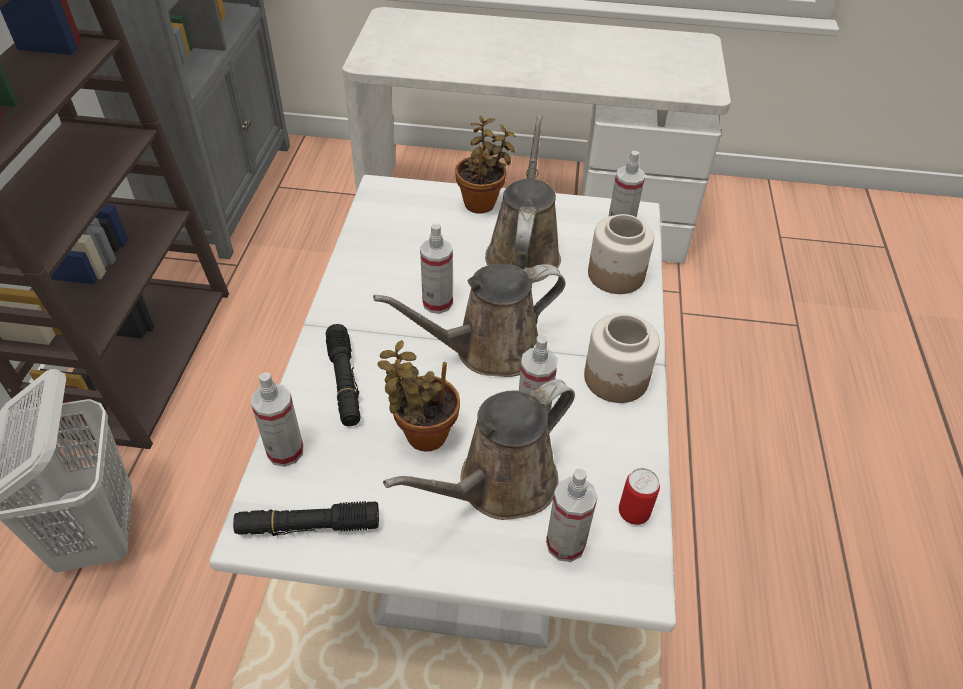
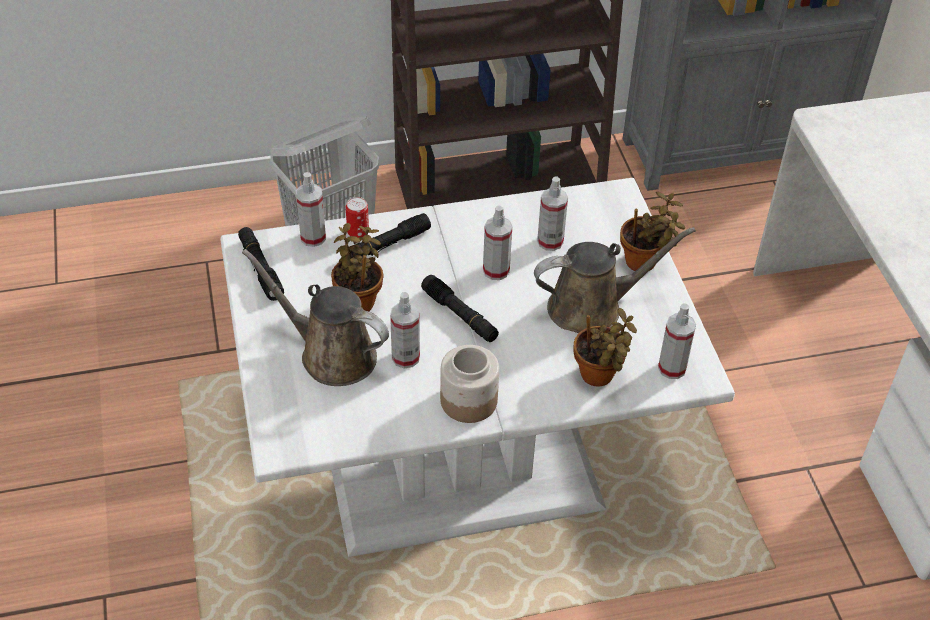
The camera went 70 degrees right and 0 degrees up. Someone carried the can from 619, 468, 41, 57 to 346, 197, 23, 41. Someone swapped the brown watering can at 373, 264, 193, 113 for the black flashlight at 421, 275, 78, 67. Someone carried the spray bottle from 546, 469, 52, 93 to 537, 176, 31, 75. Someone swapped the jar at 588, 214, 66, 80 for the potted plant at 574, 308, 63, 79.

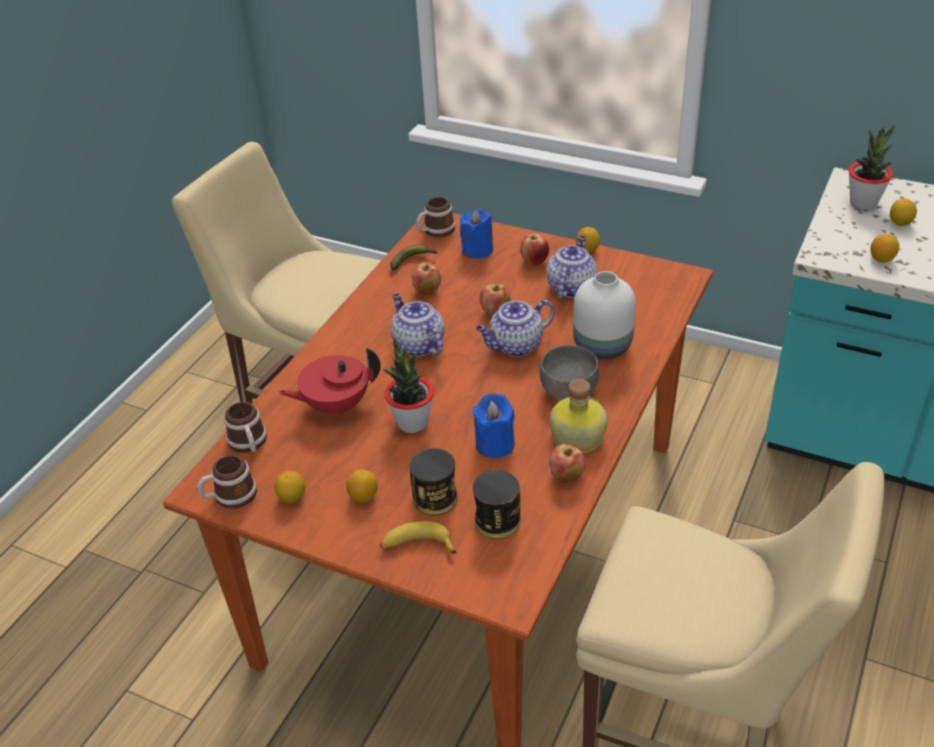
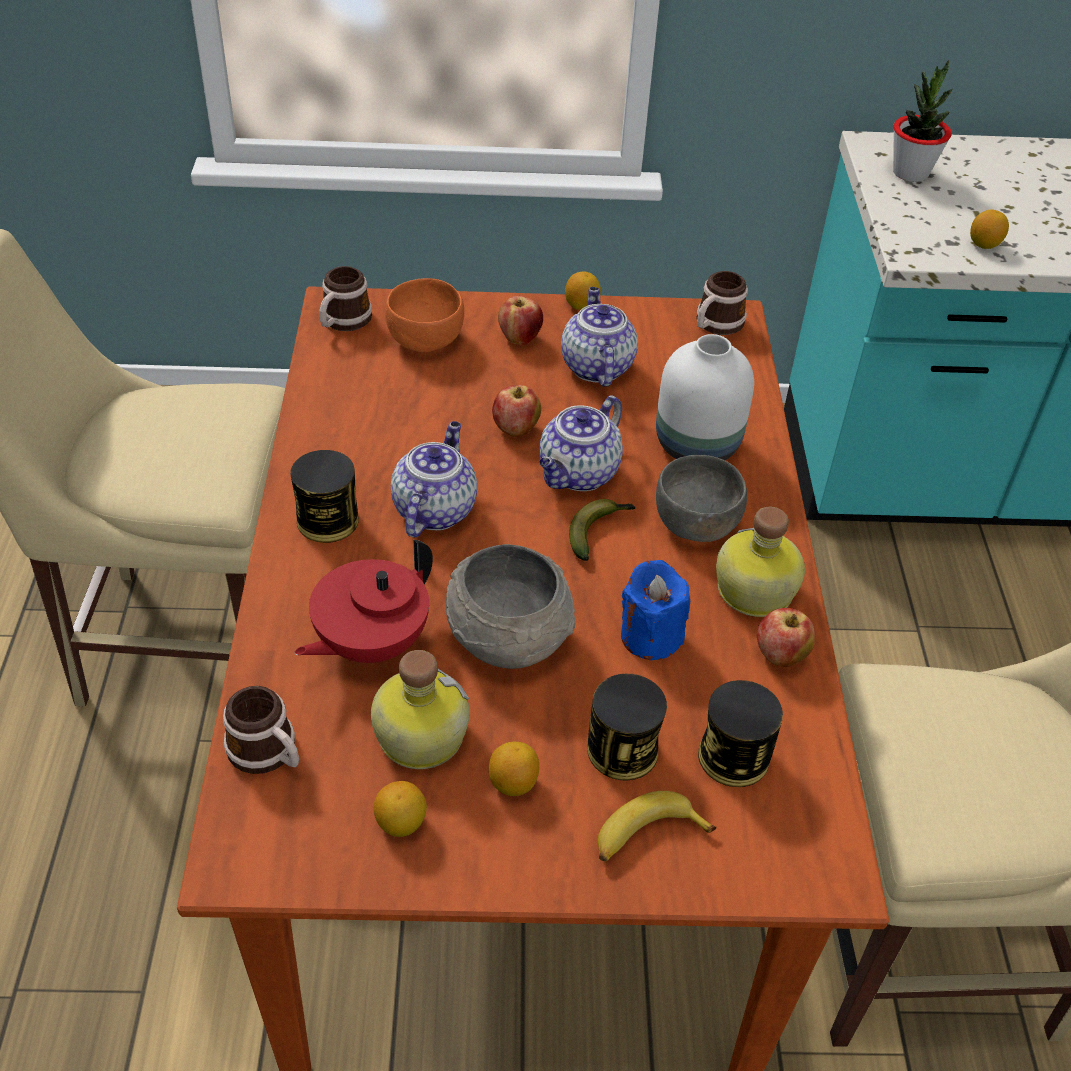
The camera went 30 degrees left and 5 degrees up. Someone put down the can at 290, 450, 69, 93. Someone put down the bottle at 371, 650, 98, 119. Someone swapped the blue candle at 460, 209, 33, 50 for the orange bowl at 385, 278, 79, 74. Someone rotated the teapot at 391, 294, 54, 63 by 75 degrees clockwise. Someone swapped the potted plant at 383, 338, 51, 95 for the grey bowl at 446, 544, 129, 125. Someone carried the banana from 390, 245, 48, 25 to 569, 499, 66, 62. Someone carried the mug from 197, 455, 60, 54 to 696, 271, 52, 64. Someone took away the apple at 412, 263, 29, 32. Someone took away the lemon at 890, 199, 27, 27.

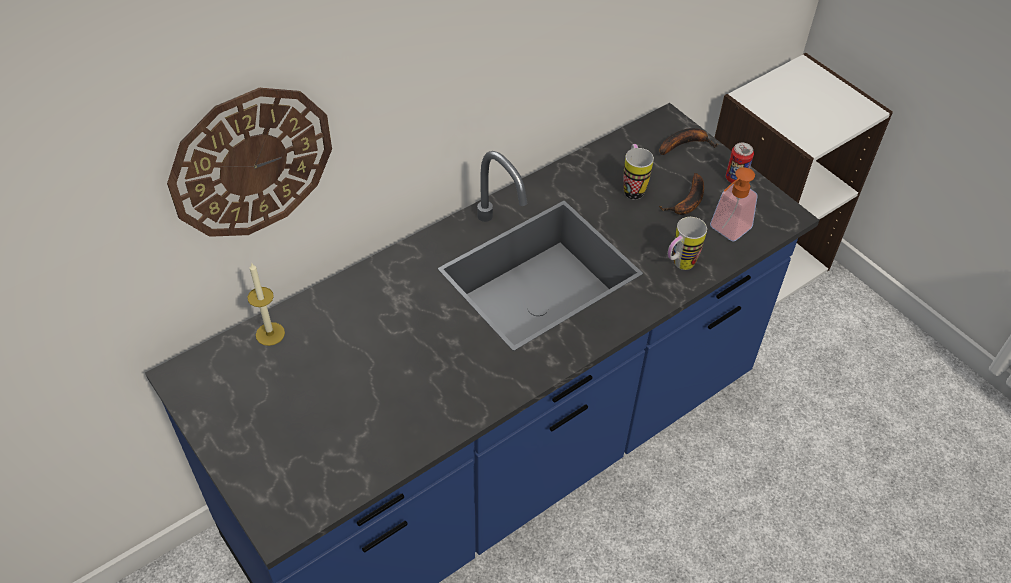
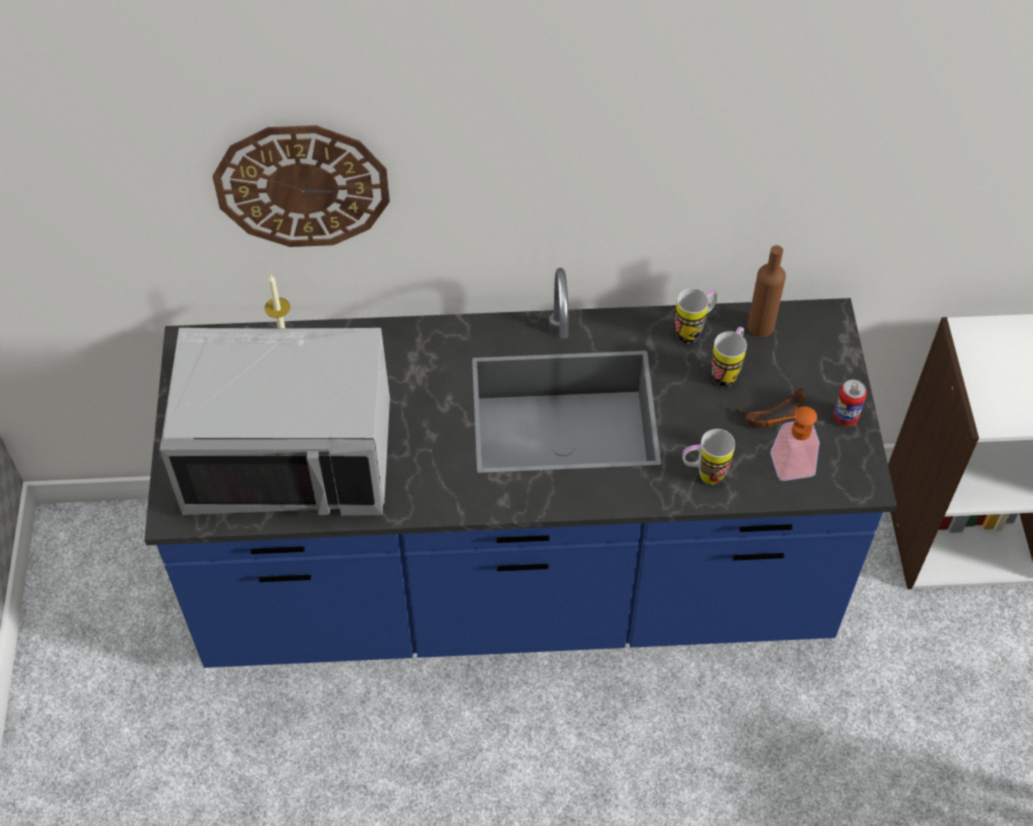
The camera went 35 degrees right and 5 degrees up. Someone put down the grey microwave at 160, 328, 230, 188. Someone put down the mug at 675, 288, 43, 56. Someone put down the brown bottle at 748, 245, 38, 92. Someone took away the banana at 659, 128, 59, 27.

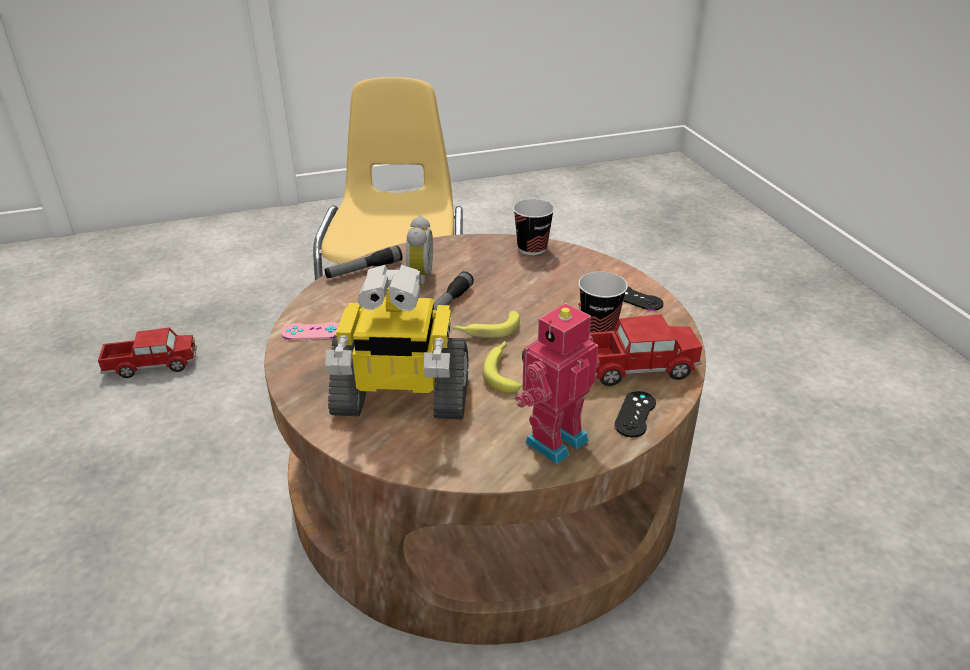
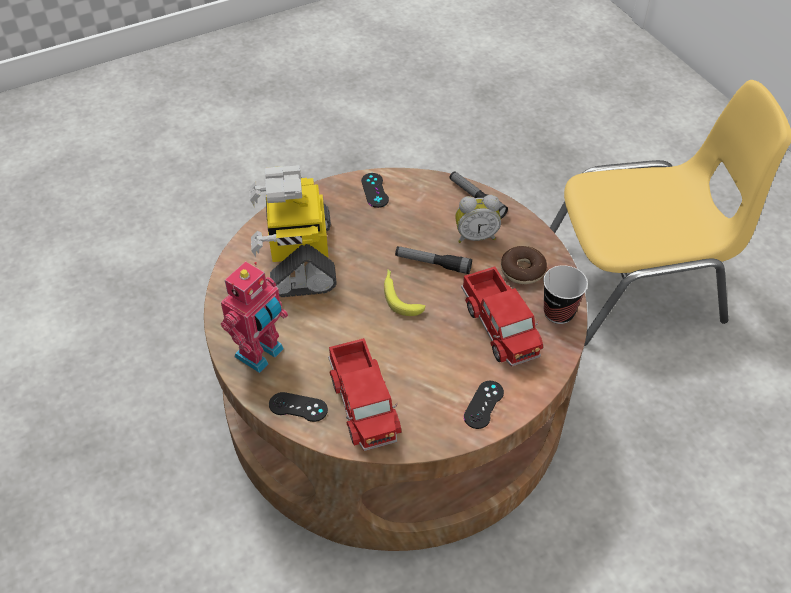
The camera went 80 degrees right and 15 degrees up. Someone rotated the toy robot at 515, 302, 85, 162 by 90 degrees clockwise. Someone repainted the pink game controller at 281, 322, 58, 18, which became the black game controller at 361, 173, 28, 35. Someone carried the toy truck from 98, 327, 99, 51 to 461, 266, 82, 101. Someone put down the donut at 501, 246, 46, 38. Someone took away the banana at 483, 341, 39, 52. Someone took away the cup at 579, 272, 49, 61.

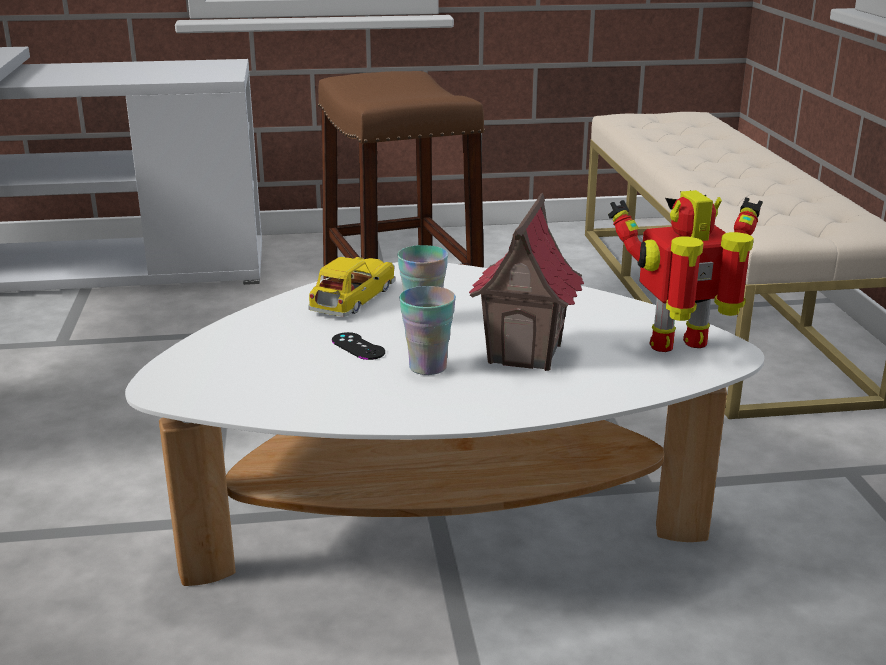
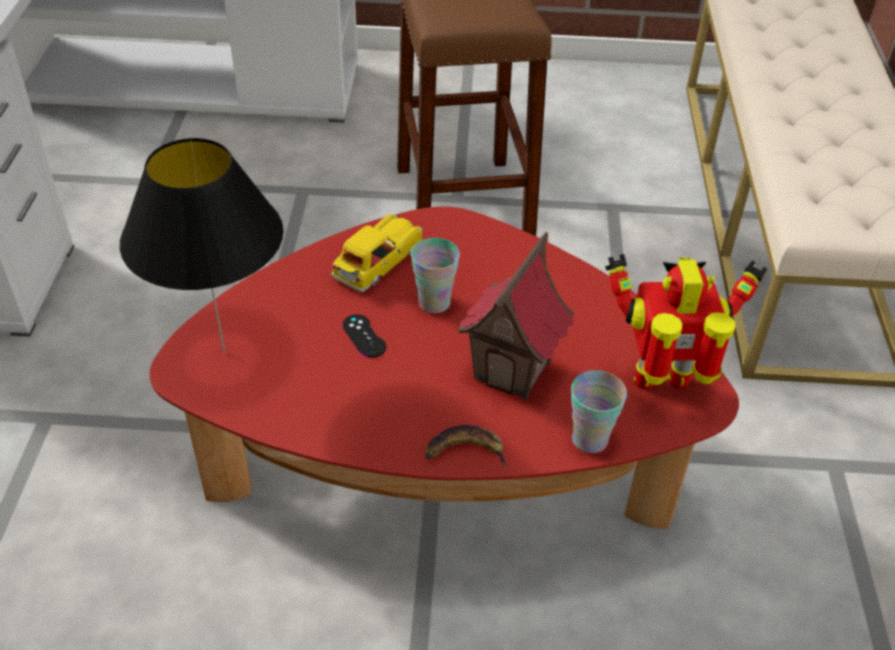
The camera went 10 degrees right and 20 degrees up. Someone put down the black table lamp at 120, 138, 164, 215. Someone repainted the white coffee table at 125, 262, 639, 324, which became the red coffee table at 149, 207, 590, 322. Someone put down the banana at 425, 425, 82, 42. Someone carried the cup from 399, 286, 57, 89 to 571, 370, 56, 83.

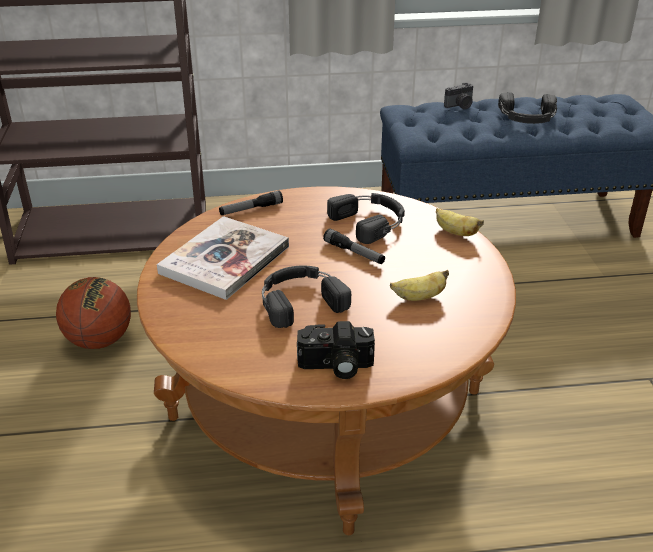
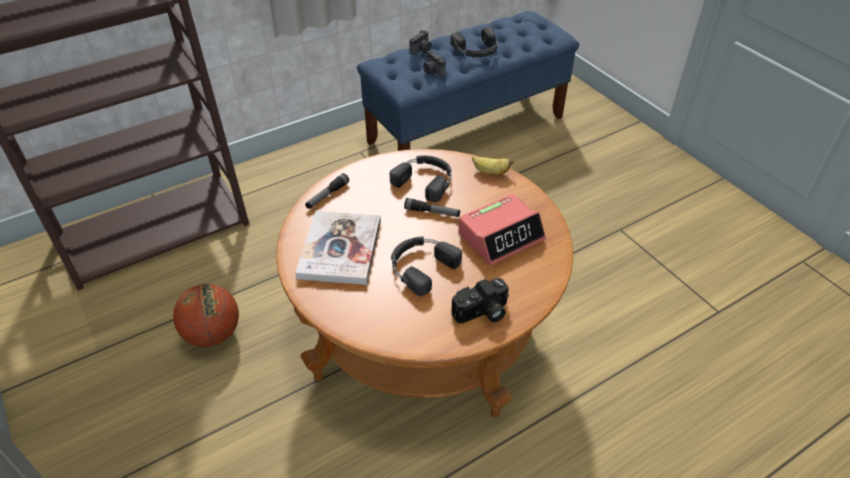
The camera went 25 degrees left and 10 degrees up. Someone put down the photo camera at 423, 50, 23, 27. Someone swapped the banana at 390, 270, 59, 31 for the alarm clock at 458, 194, 88, 72.

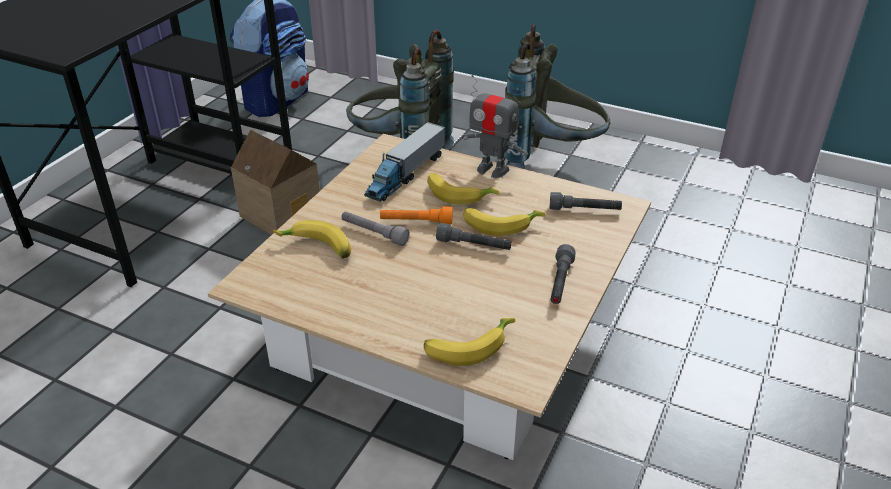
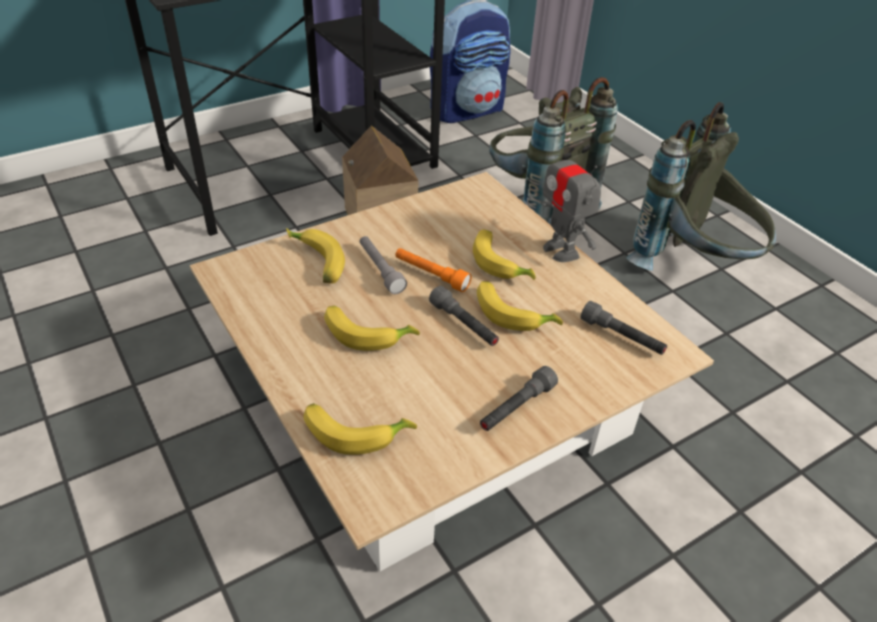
The camera went 30 degrees right and 5 degrees up. Someone put down the banana at 324, 306, 96, 45. Someone took away the toy truck at 364, 122, 81, 80.

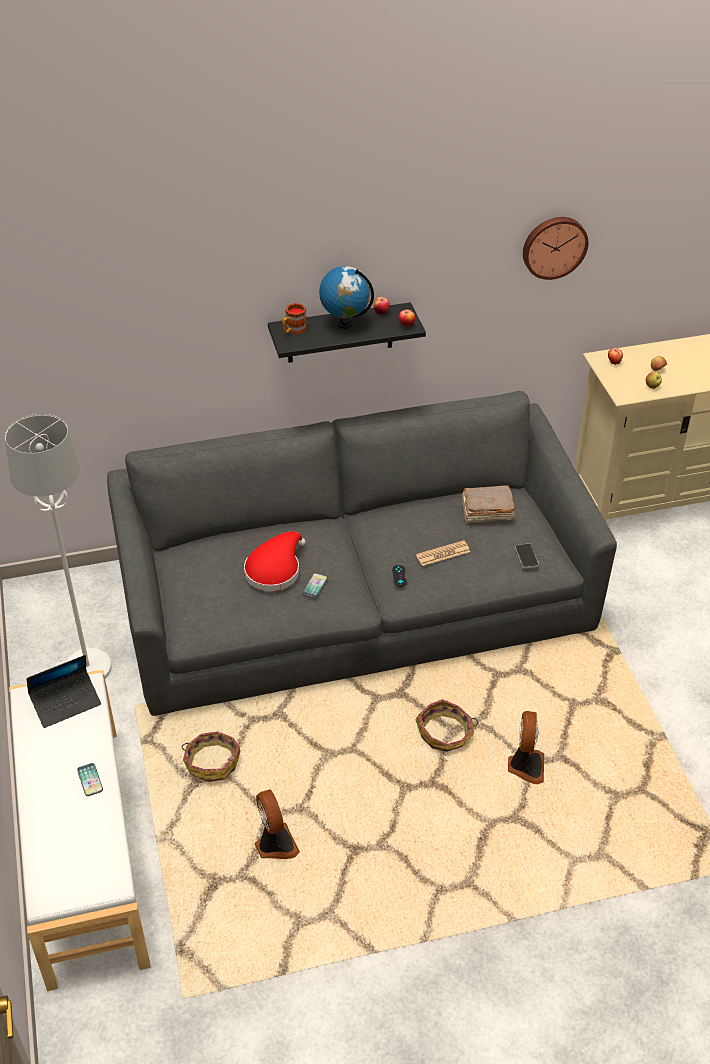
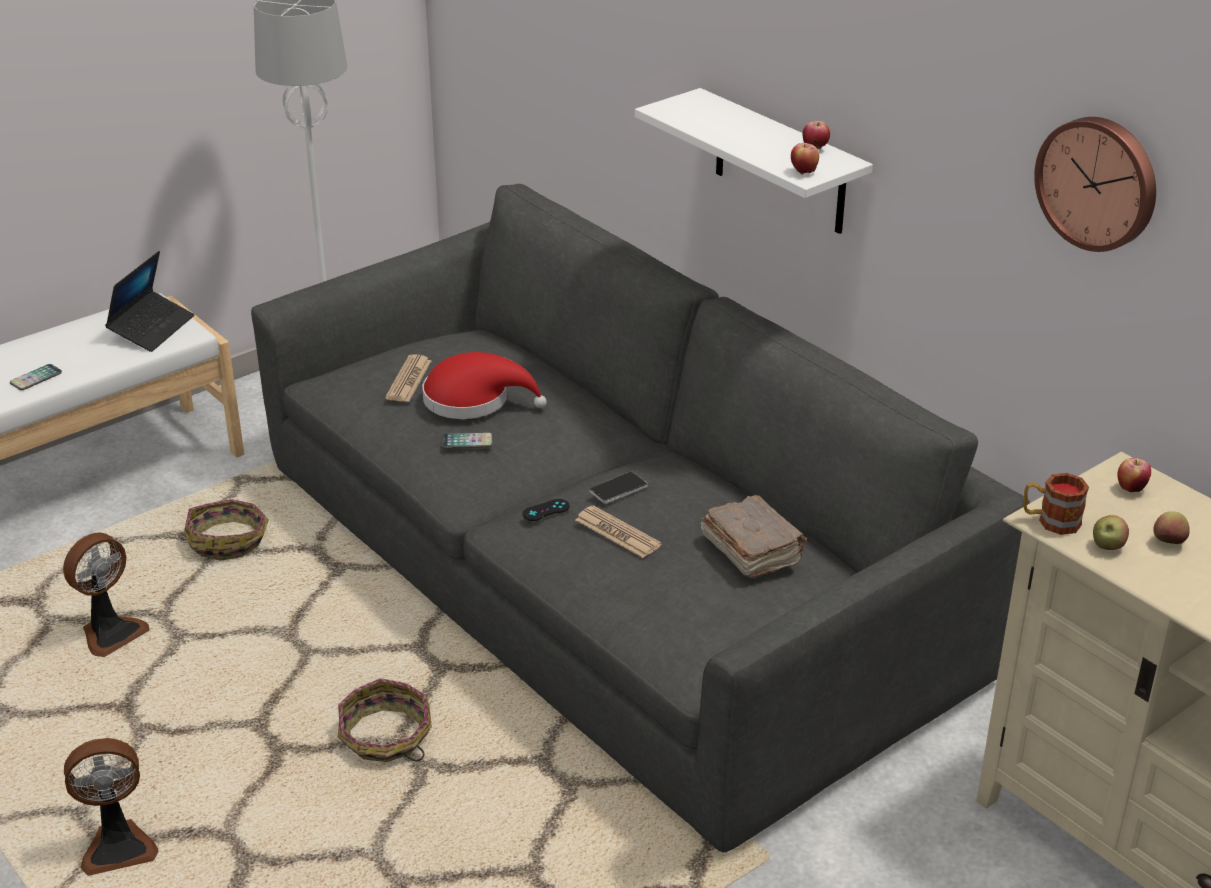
The camera went 65 degrees right and 10 degrees down. Someone carried the fan from 508, 711, 36, 73 to 64, 738, 94, 138. Someone rotated the laptop at 26, 655, 75, 73 by 105 degrees counterclockwise. Someone put down the newspaper at 385, 354, 46, 48. Someone carried the phone from 515, 543, 24, 26 to 590, 472, 58, 32. Someone repainted the black shelf at 268, 302, 158, 61, which became the white shelf at 635, 88, 238, 146. Someone carried the mug from 282, 303, 25, 31 to 1023, 473, 66, 62. Someone took away the globe at 319, 266, 55, 63.

